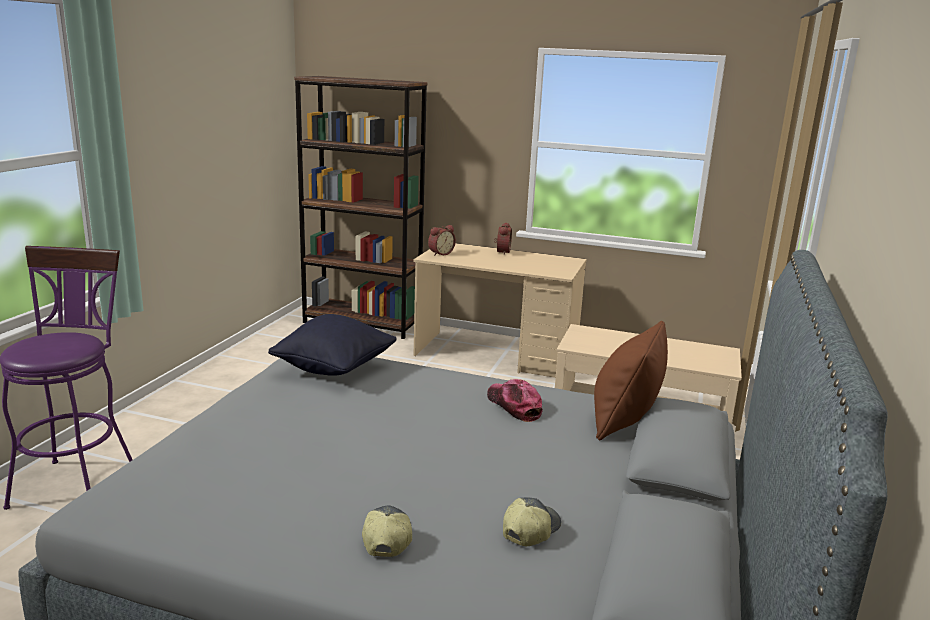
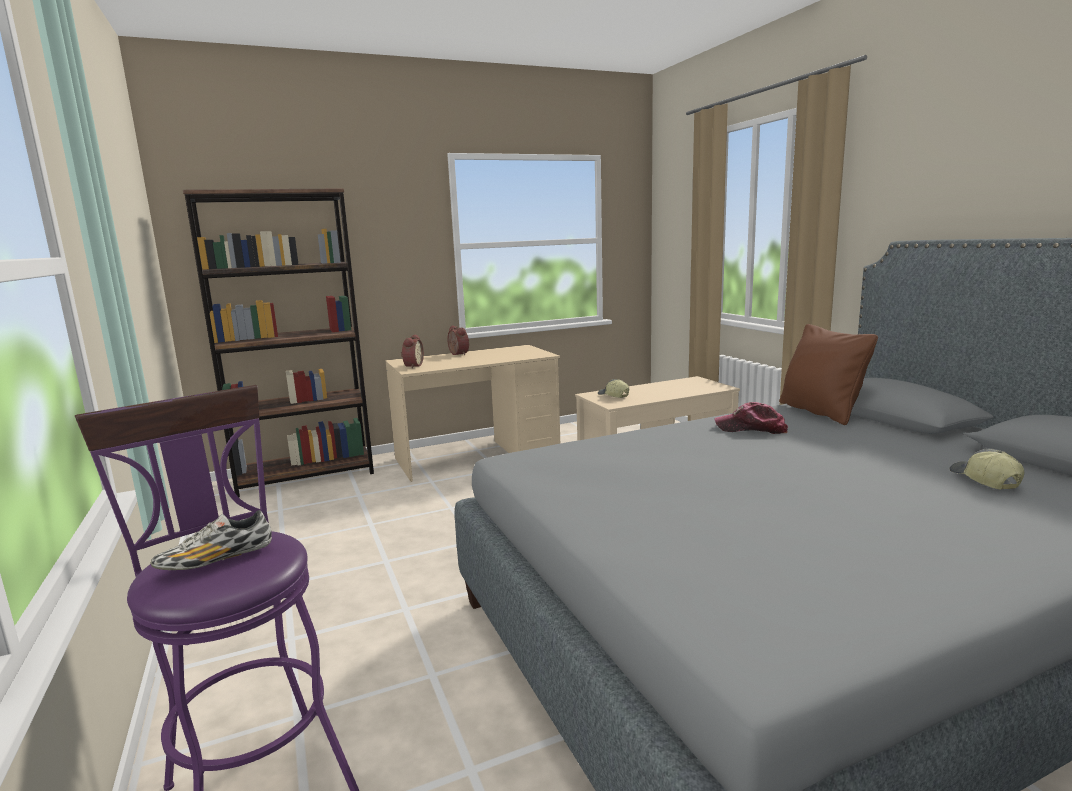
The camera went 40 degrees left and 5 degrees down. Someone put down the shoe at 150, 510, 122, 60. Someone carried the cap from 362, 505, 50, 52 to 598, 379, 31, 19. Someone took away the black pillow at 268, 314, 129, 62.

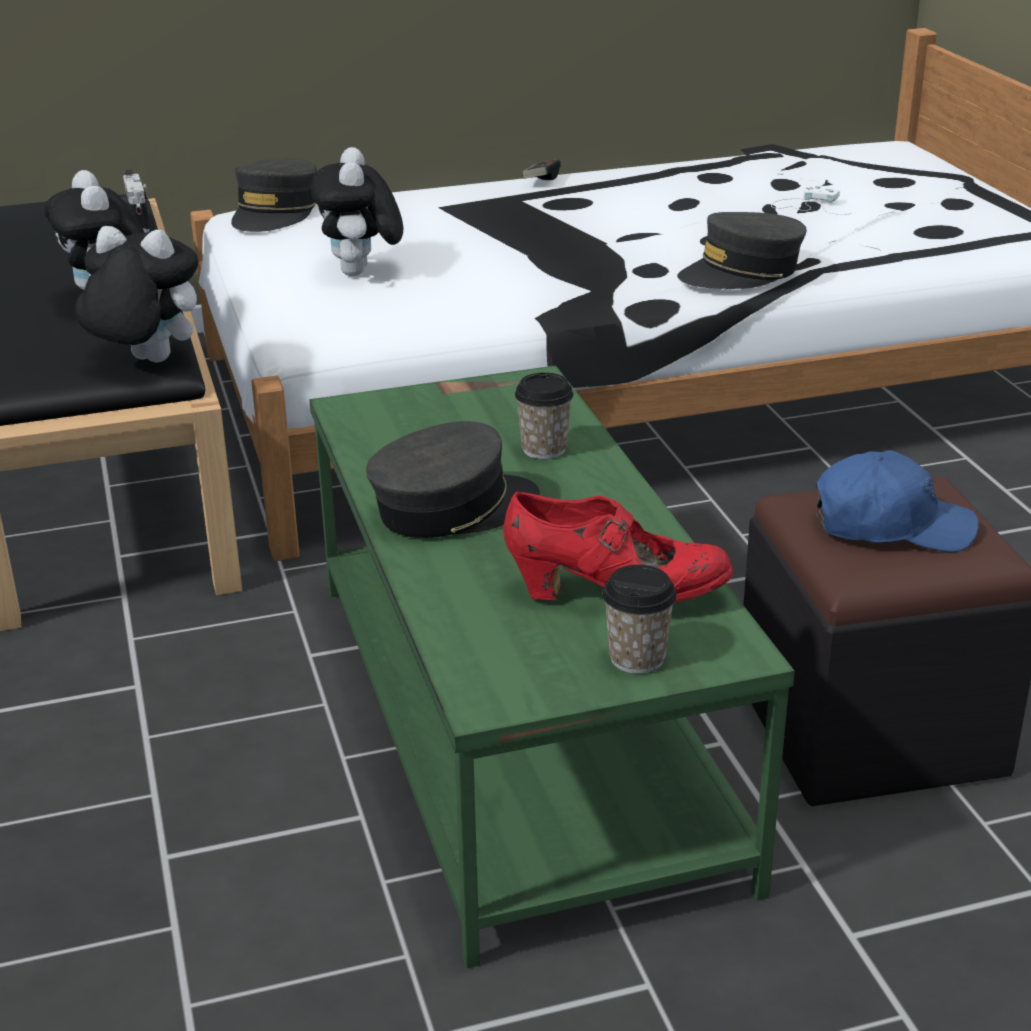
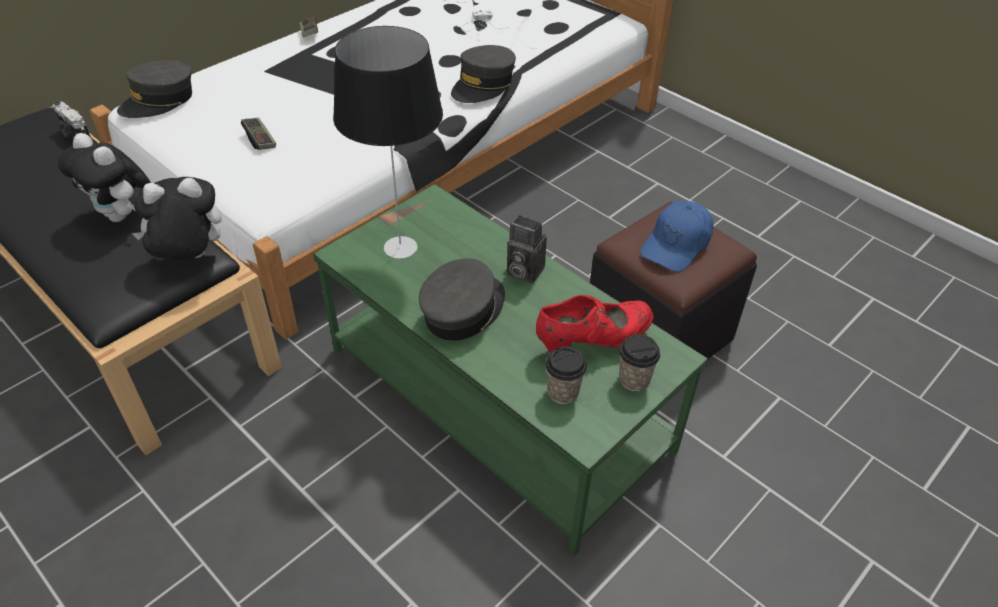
The camera went 30 degrees left and 15 degrees up. Someone rotated the grey cap at 231, 158, 86, 74 by 60 degrees clockwise. Someone swapped the plush toy at 311, 147, 92, 129 for the game controller at 241, 118, 35, 32. Someone put down the table lamp at 333, 26, 110, 233. Someone put down the photo camera at 507, 215, 40, 69. Someone carried the cup from 515, 372, 59, 87 to 545, 346, 42, 58. Someone rotated the blue cap at 816, 450, 163, 102 by 150 degrees clockwise.

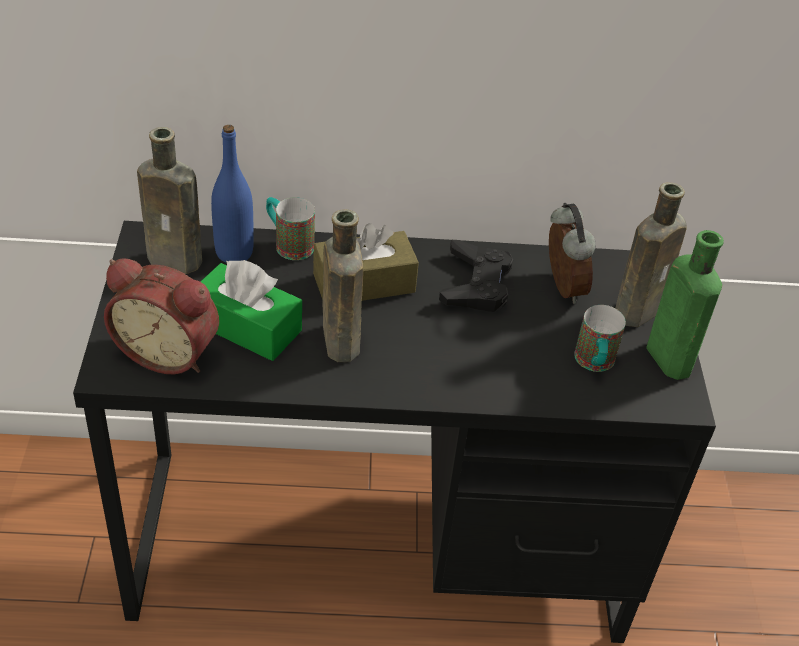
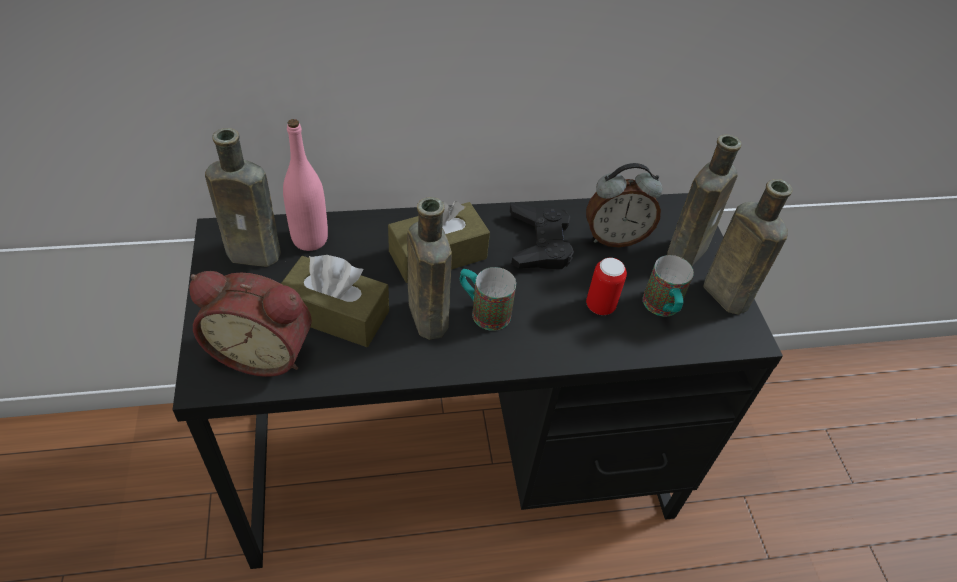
The camera went 10 degrees left and 5 degrees up. Someone repainted the green tissue box at 200, 260, 102, 101, which became the brown tissue box at 281, 255, 108, 92. Someone repainted the blue bottle at 211, 125, 43, 138, which became the pink bottle at 283, 119, 45, 132. Someone carried the mug from 266, 197, 49, 63 to 460, 267, 56, 64. Someone rotated the alarm clock at 549, 203, 47, 101 by 105 degrees clockwise. Someone put down the can at 586, 258, 41, 57. Someone repainted the green bottle at 646, 230, 78, 150, which became the brown bottle at 703, 179, 90, 136.

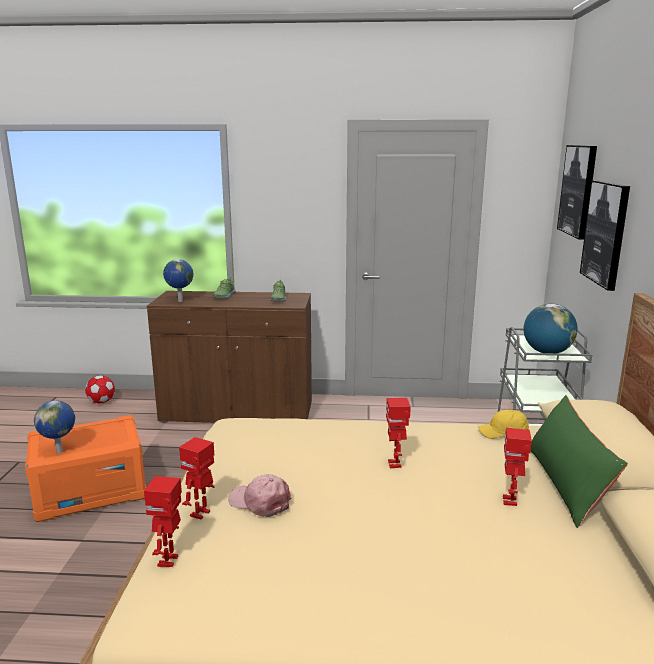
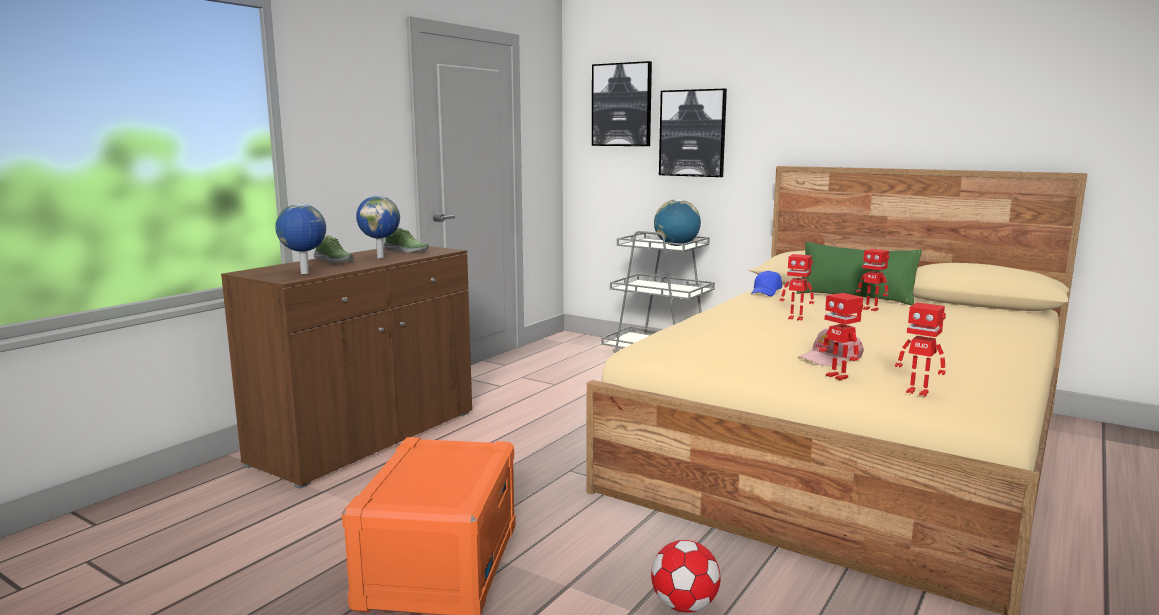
The camera went 60 degrees left and 5 degrees down. Someone carried the globe from 34, 400, 41, 54 to 356, 196, 44, 63. Someone carried the football from 85, 376, 30, 27 to 651, 540, 69, 73. Someone repainted the yellow cap at 478, 410, 51, 29, which became the blue cap at 751, 271, 31, 25.

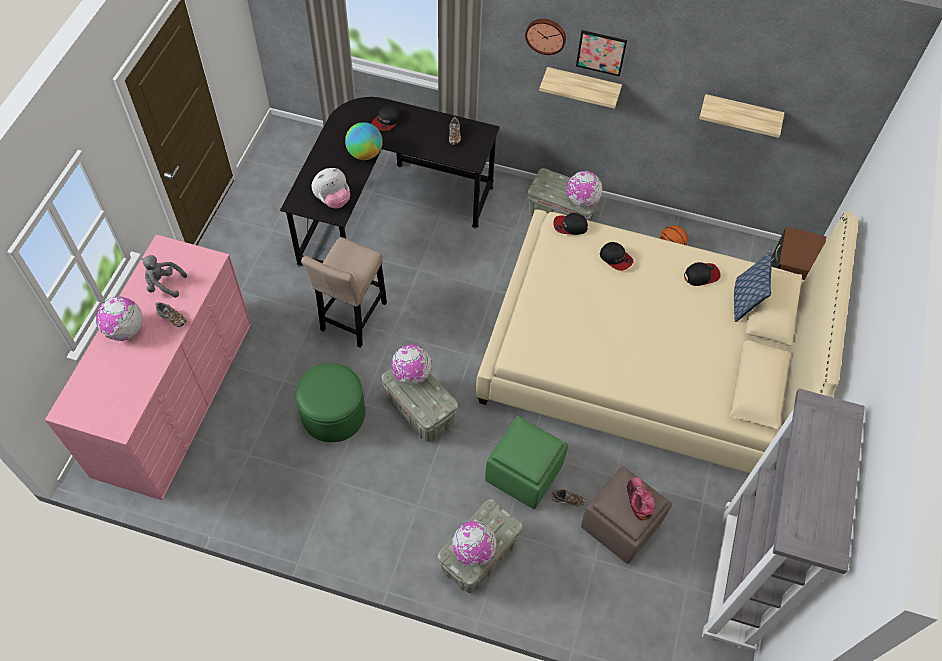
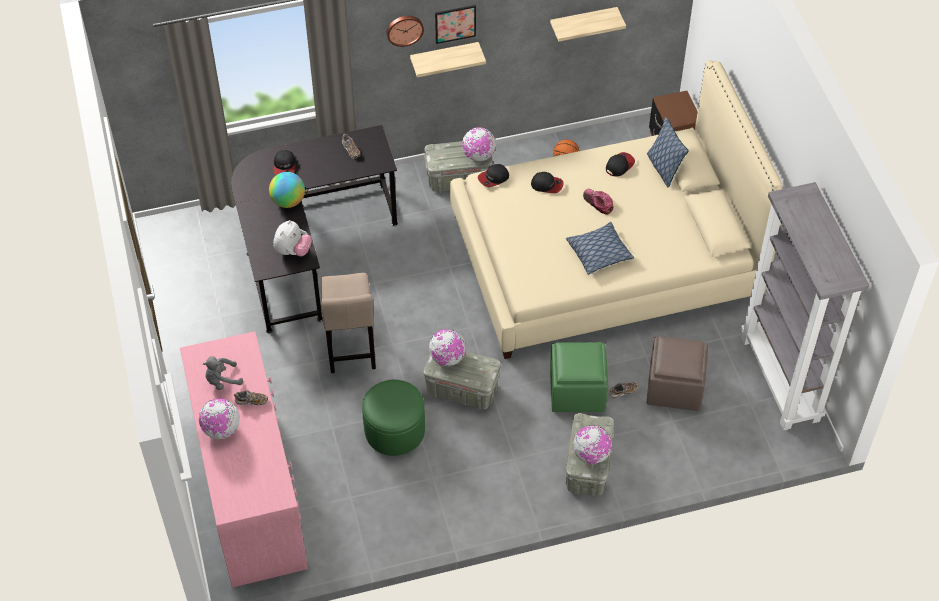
The camera went 30 degrees left and 5 degrees down. Someone put down the pillow at 566, 222, 68, 53. Someone carried the cap from 627, 477, 28, 44 to 583, 189, 31, 26.

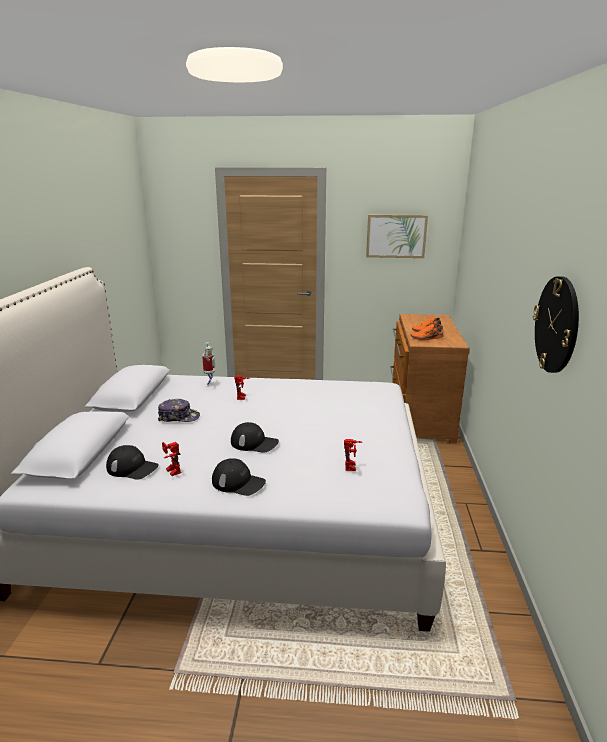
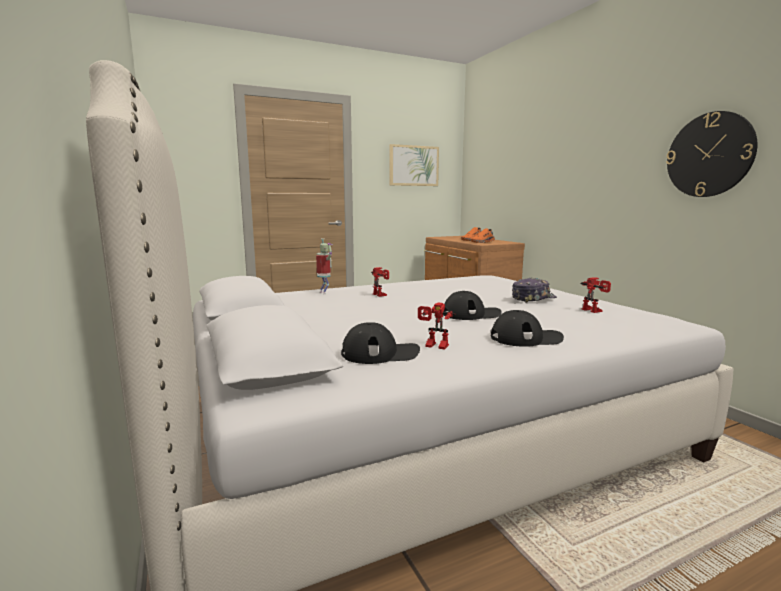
The camera went 30 degrees left and 10 degrees down. Someone carried the cap from 158, 399, 42, 23 to 512, 278, 45, 25.

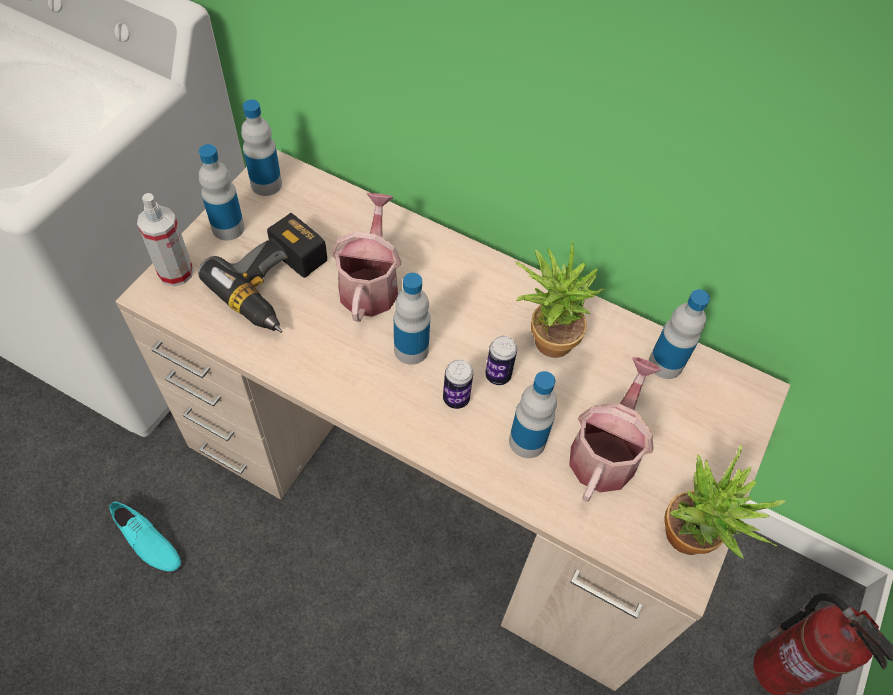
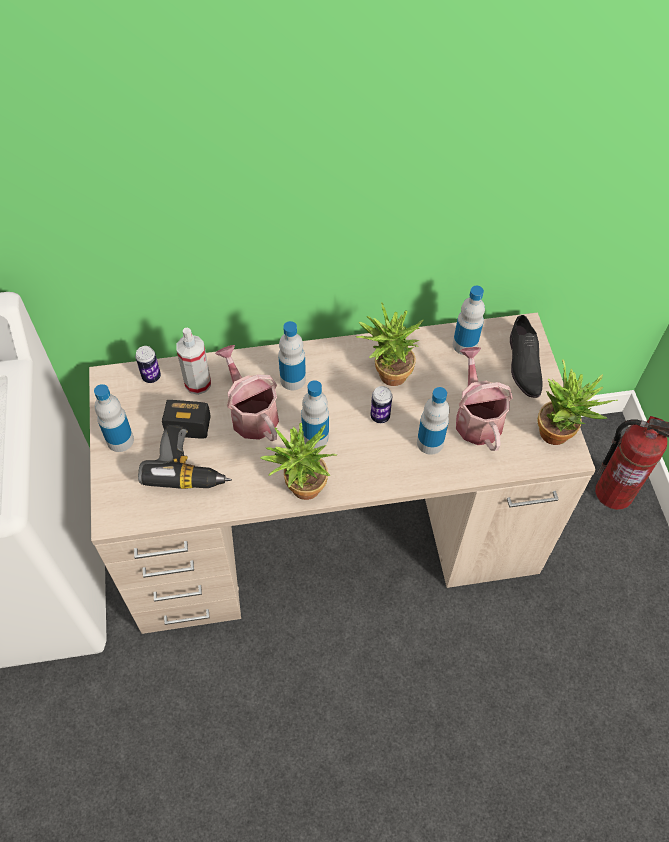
The camera went 35 degrees left and 0 degrees up. Someone carried the can from 443, 359, 30, 50 to 135, 346, 26, 37. Someone carried the spray bottle from 137, 193, 56, 94 to 176, 328, 35, 67. Someone put down the potted plant at 260, 423, 77, 77. Someone carried the bottle from 241, 99, 41, 97 to 278, 321, 28, 69. Someone put down the black shoe at 510, 315, 33, 83. Someone took away the turquoise shoe at 109, 501, 74, 73.

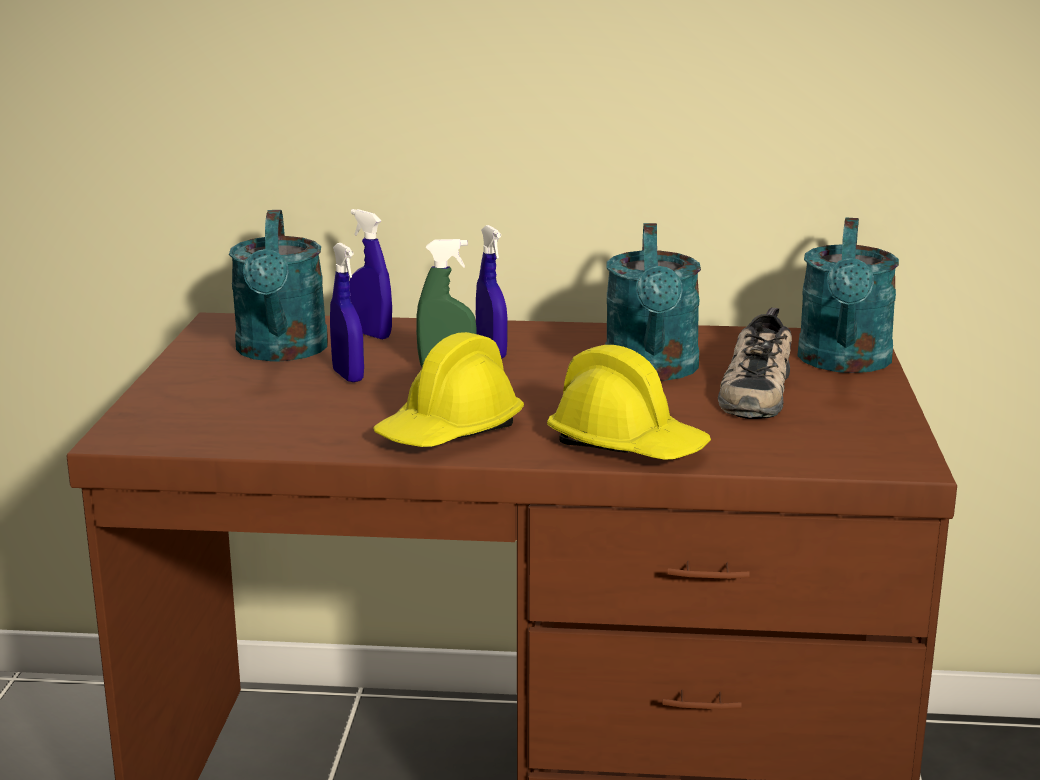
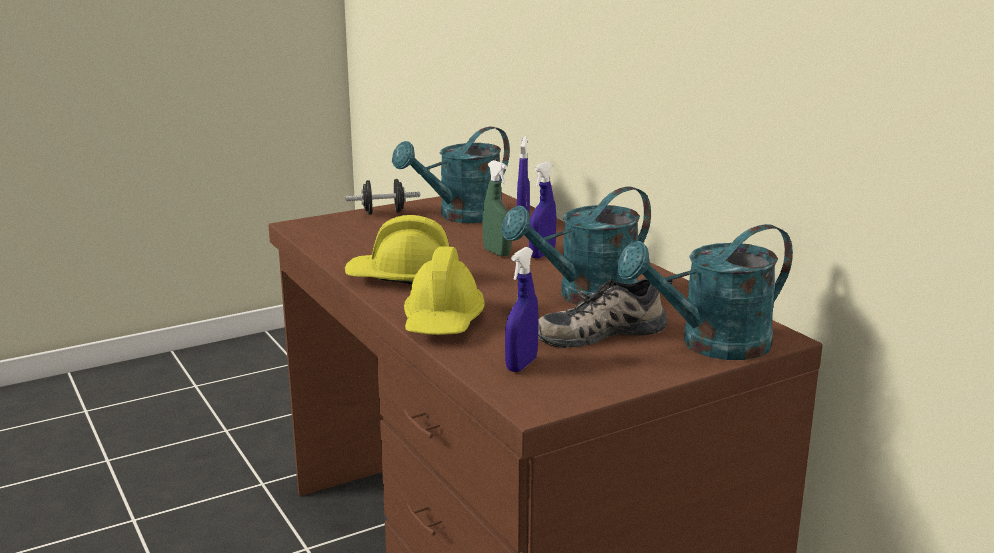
The camera went 55 degrees right and 0 degrees up. Someone put down the black dumbbell at 346, 179, 74, 36. Someone carried the blue spray bottle from 330, 243, 34, 139 to 505, 247, 34, 125.

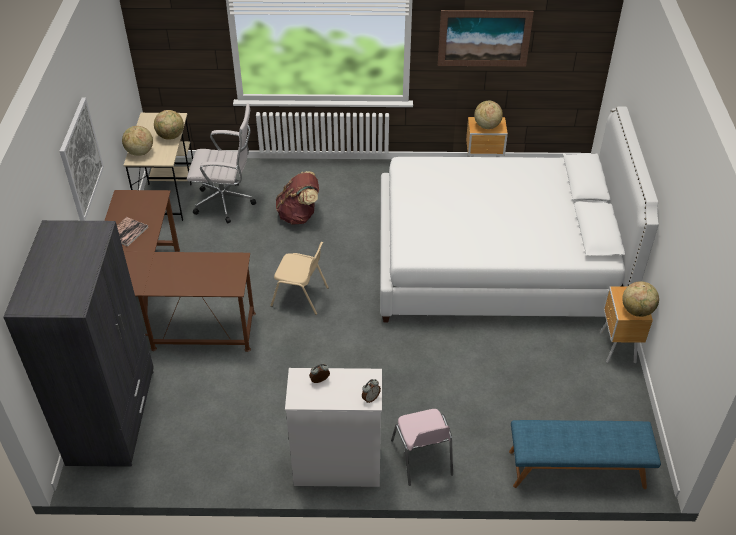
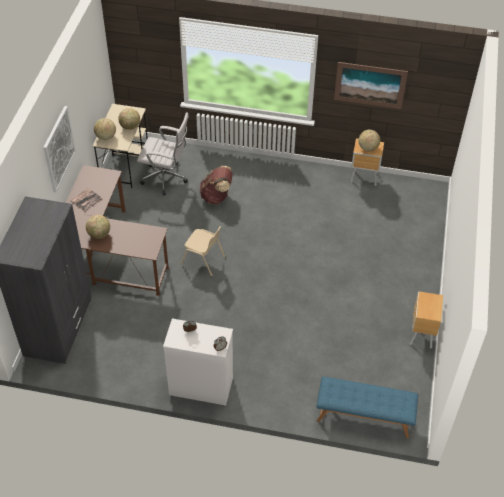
The camera went 10 degrees right and 5 degrees up. Someone carried the globe from 622, 281, 37, 36 to 86, 215, 24, 24. Someone took away the white bed at 380, 106, 279, 216. Someone took away the pink chair at 391, 409, 62, 77.

